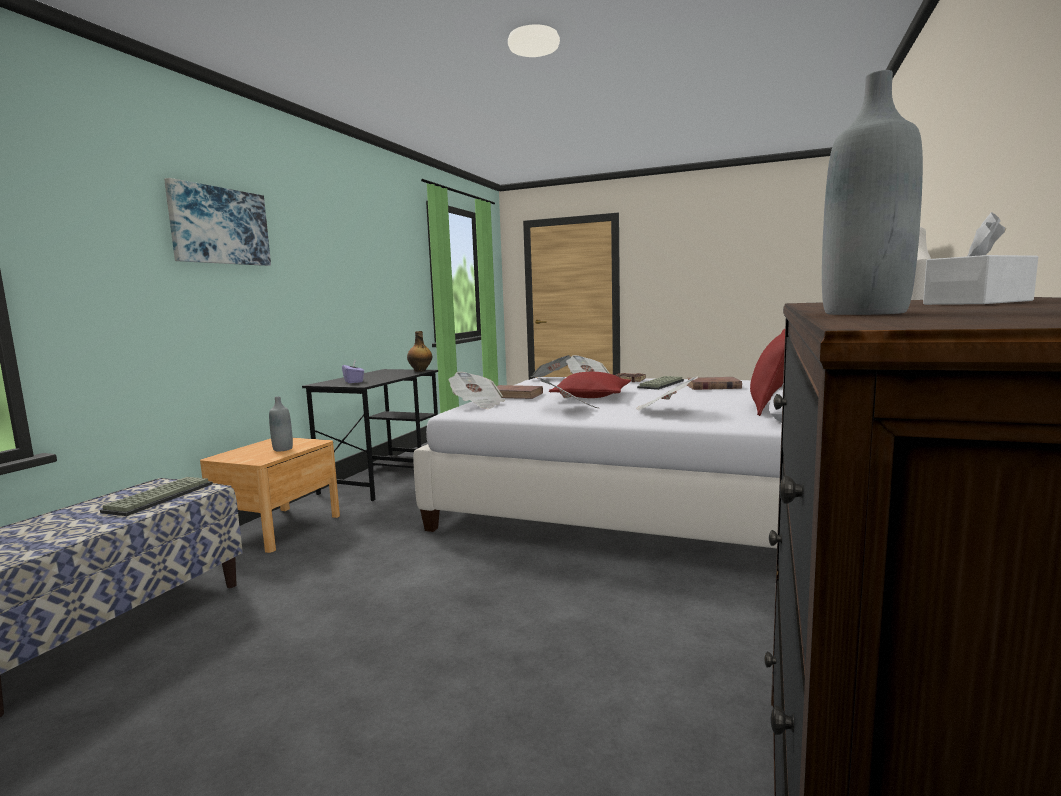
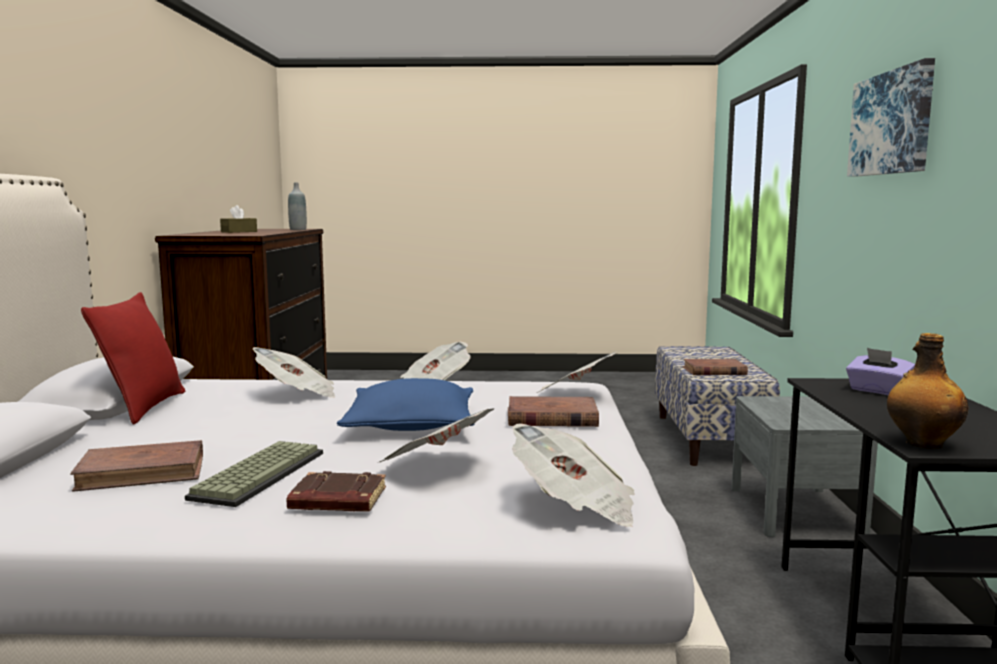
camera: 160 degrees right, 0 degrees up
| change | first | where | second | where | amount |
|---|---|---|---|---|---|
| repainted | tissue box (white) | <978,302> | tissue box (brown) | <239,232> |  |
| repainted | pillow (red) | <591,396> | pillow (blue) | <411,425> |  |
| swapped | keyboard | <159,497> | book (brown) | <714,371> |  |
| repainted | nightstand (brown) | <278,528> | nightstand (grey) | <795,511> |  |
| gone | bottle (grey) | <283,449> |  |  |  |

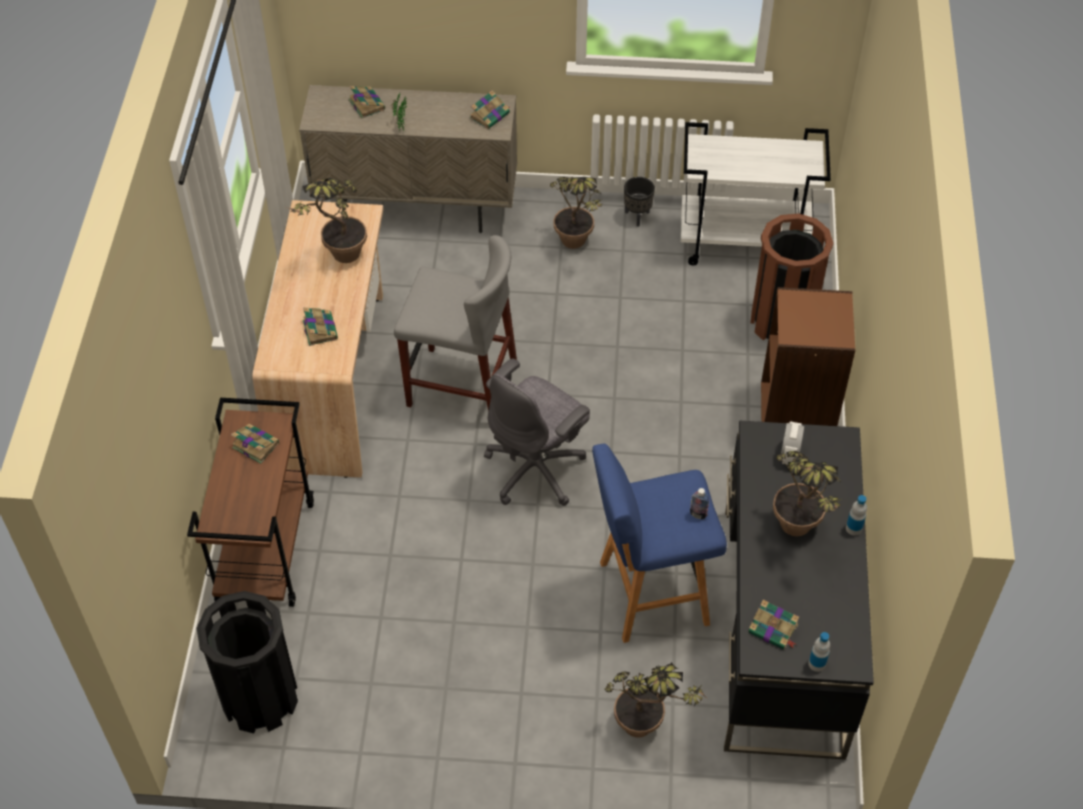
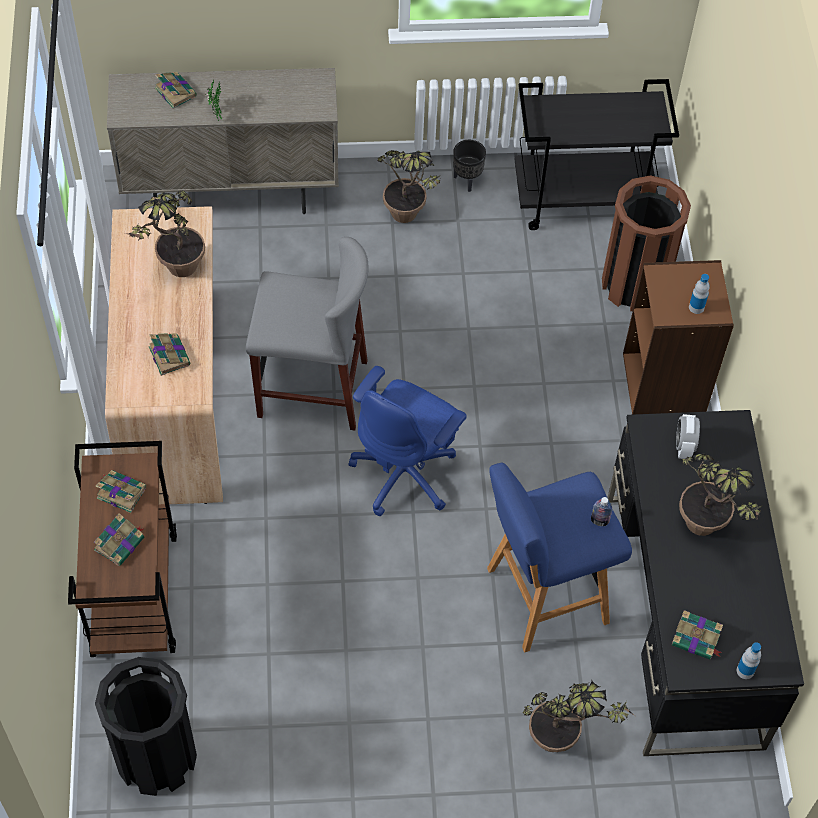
camera: 10 degrees left, 5 degrees up
| change | first | where | second | where | amount |
|---|---|---|---|---|---|
| shifted | book | <490,115> |  | <120,543> |  |
| repainted | office chair (grey) | <536,469> | office chair (blue) | <405,473> |  |
| repainted | cart (white) | <744,242> | cart (black) | <583,200> |  |
| shifted | bottle | <853,528> |  | <696,307> |  |

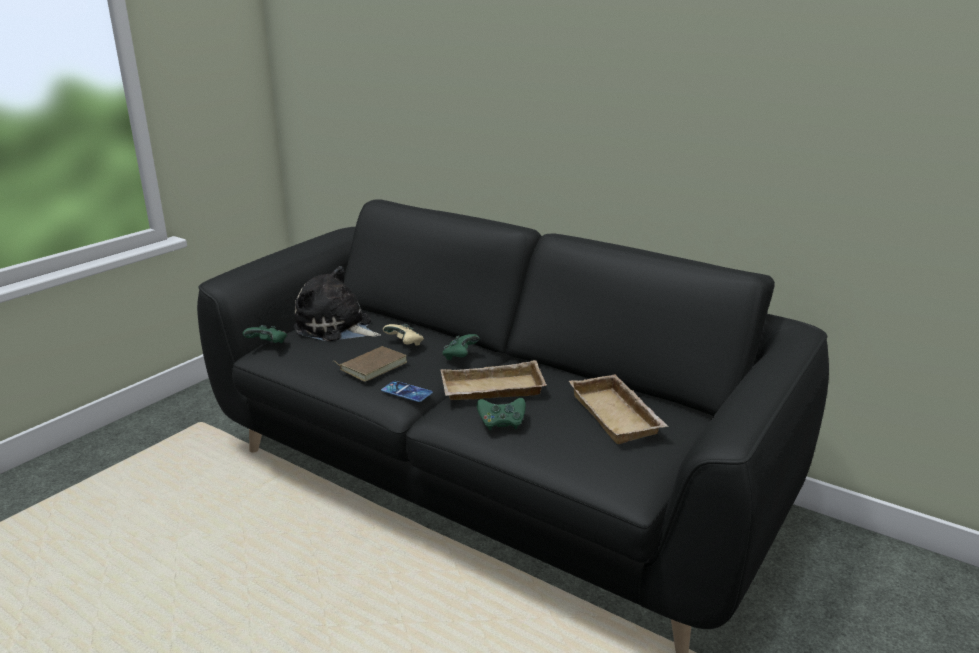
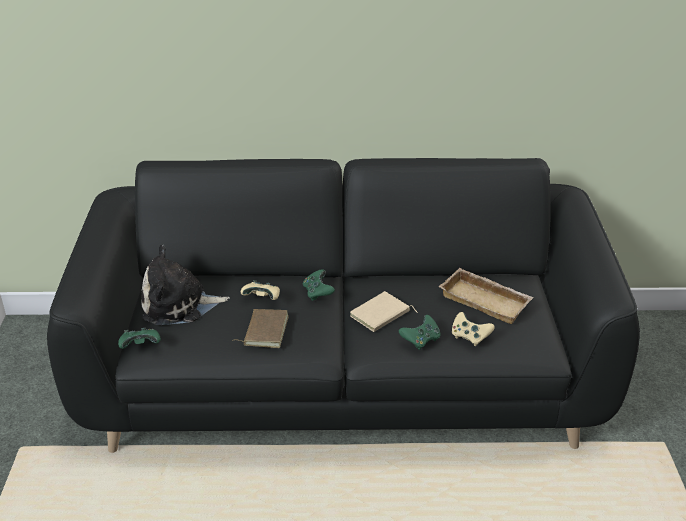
camera: 35 degrees left, 10 degrees up
| change | first | where | second | where | amount |
|---|---|---|---|---|---|
| swapped | tray (beige) | <491,390> | book (beige) | <381,315> |  |
| new |  |  | game controller (beige) | <469,337> |  |
| gone | phone | <406,392> |  |  |  |

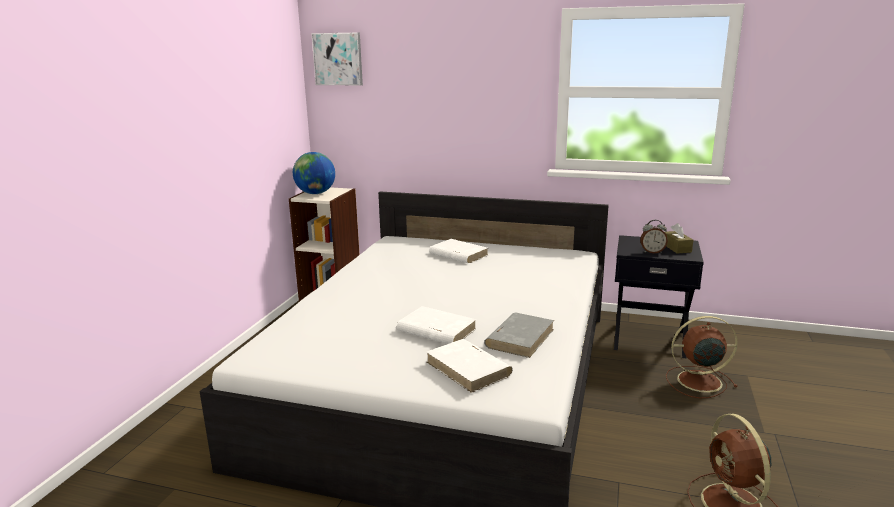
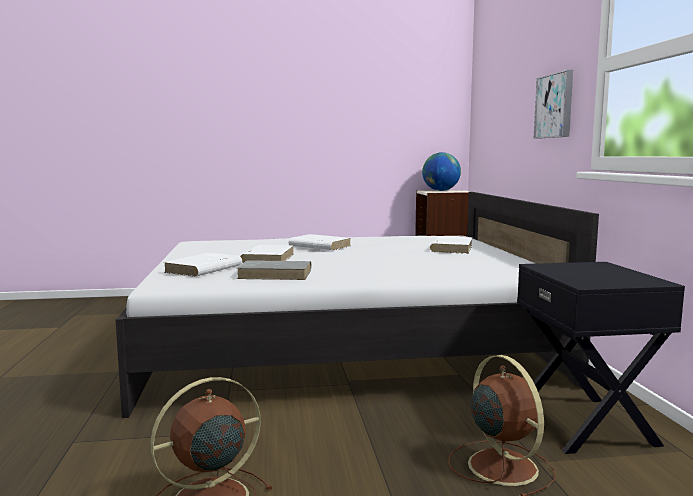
camera: 65 degrees right, 10 degrees down
| change | first | where | second | where | amount |
|---|---|---|---|---|---|
| new |  |  | book (white) | <319,246> |  |
| shifted | picture | <338,59> |  | <555,106> |  |
| gone | alarm clock | <652,252> |  |  |  |
| gone | tissue box (brown) | <676,248> |  |  |  |

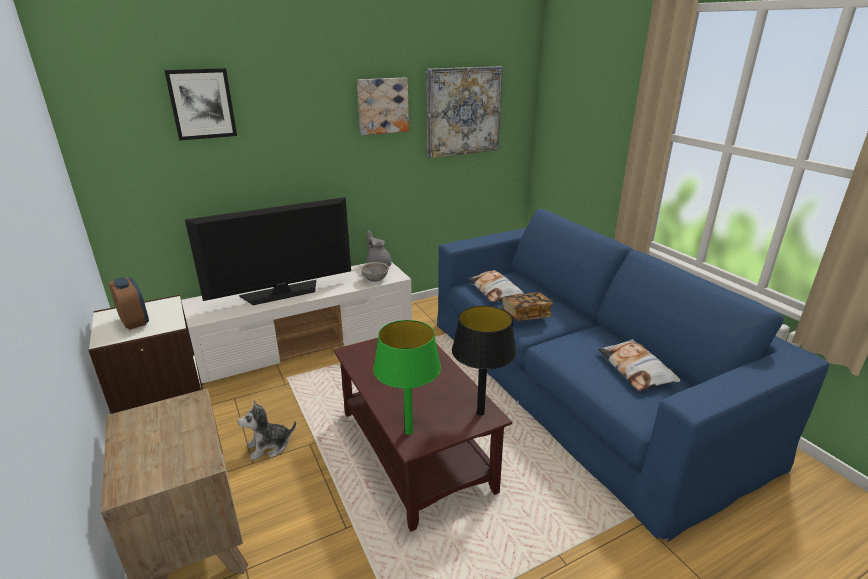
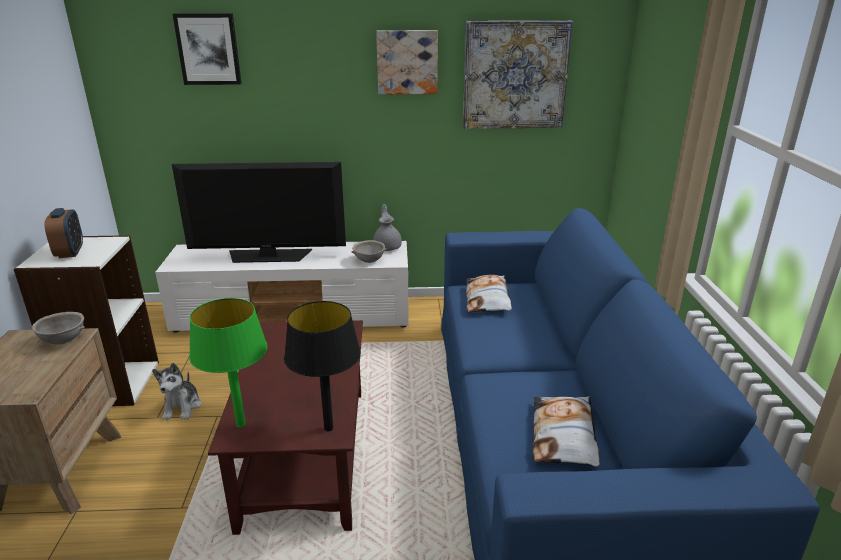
camera: 25 degrees right, 0 degrees up
| change | first | where | second | where | amount |
|---|---|---|---|---|---|
| new |  |  | bowl (grey) | <64,340> |  |
| rotated | plush toy | <269,446> |  | <182,407> | 90 degrees counterclockwise |
| gone | book | <526,315> |  |  |  |

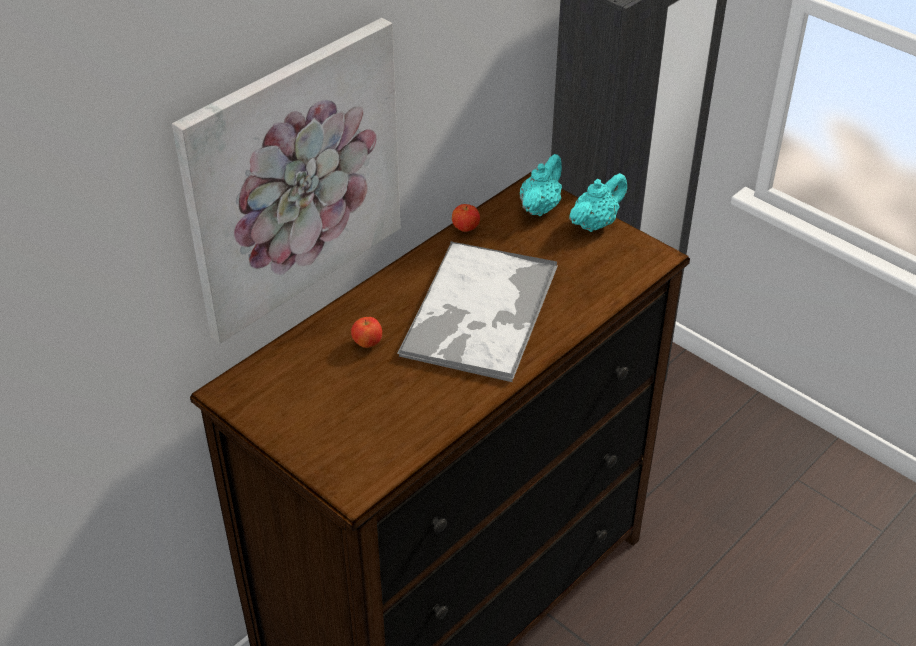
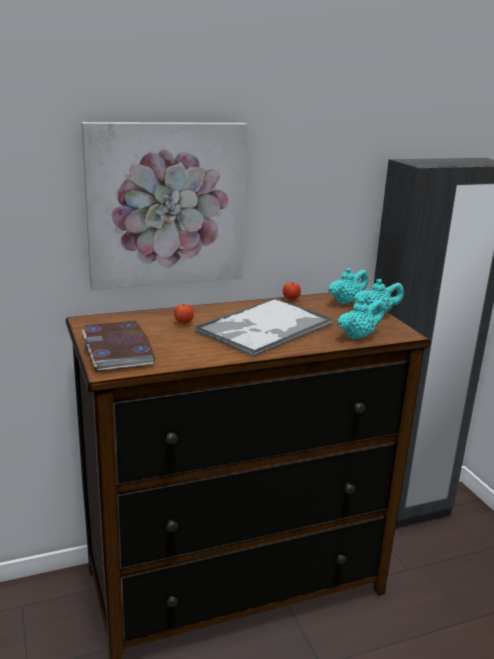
camera: 25 degrees right, 20 degrees down
| change | first | where | second | where | amount |
|---|---|---|---|---|---|
| new |  |  | book | <118,350> |  |
| new |  |  | teapot (turquoise) | <358,336> |  |

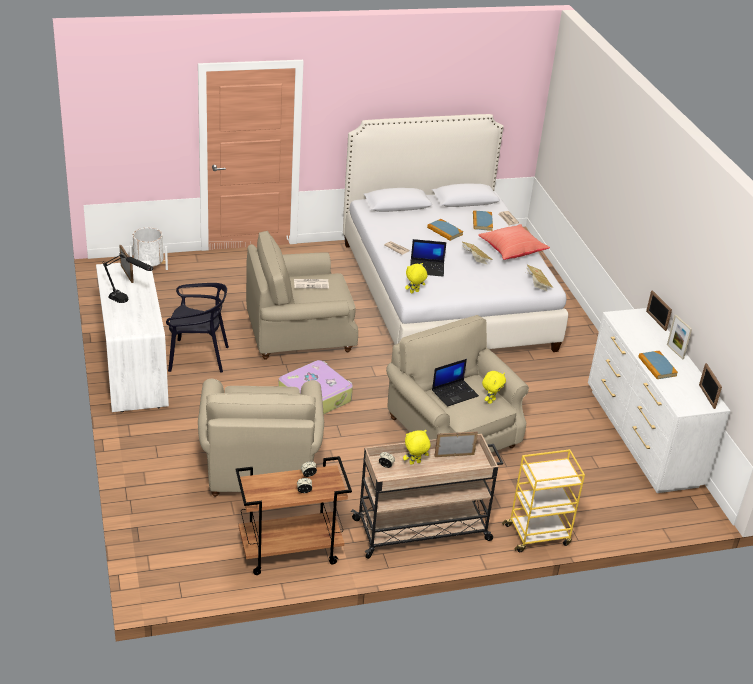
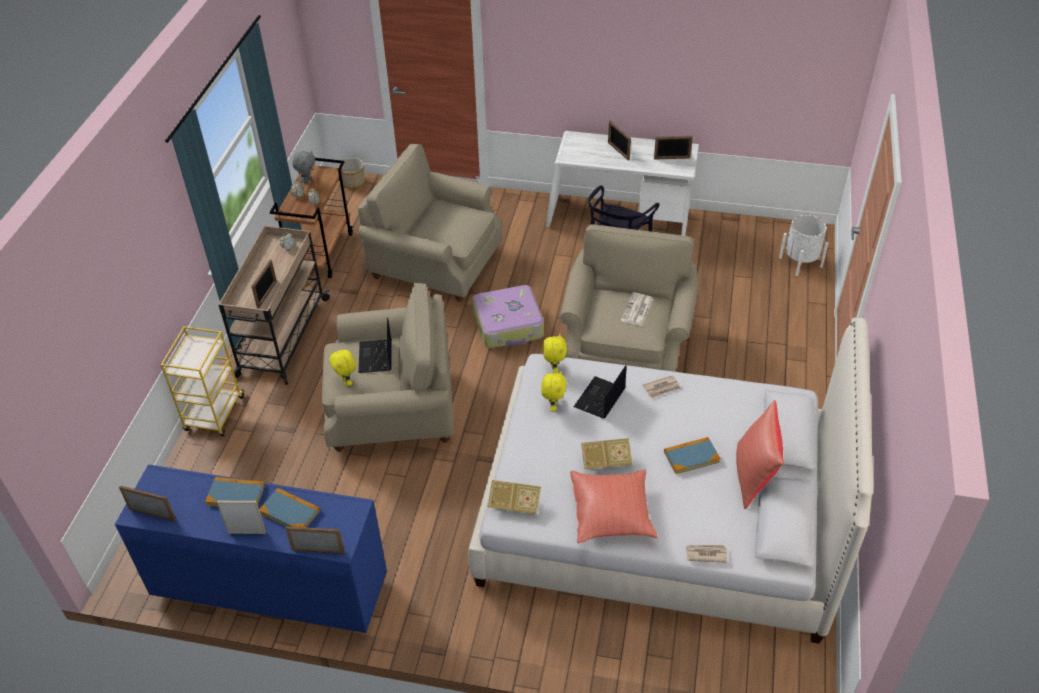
camera: 120 degrees right, 10 degrees up
| change | first | where | second | where | amount |
|---|---|---|---|---|---|
| repainted | dresser (white) | <642,438> | dresser (blue) | <270,587> |  |
| shifted | book | <482,222> |  | <290,512> |  |
| new |  |  | plush toy (grey) | <307,181> |  |
| new |  |  | planter | <353,183> |  |
| shifted | plush toy (yellow) | <415,463> |  | <553,406> |  |
| swapped | table lamp (black) | <129,302> | picture frame | <618,151> |  |
| new |  |  | pillow (red) | <754,475> |  |

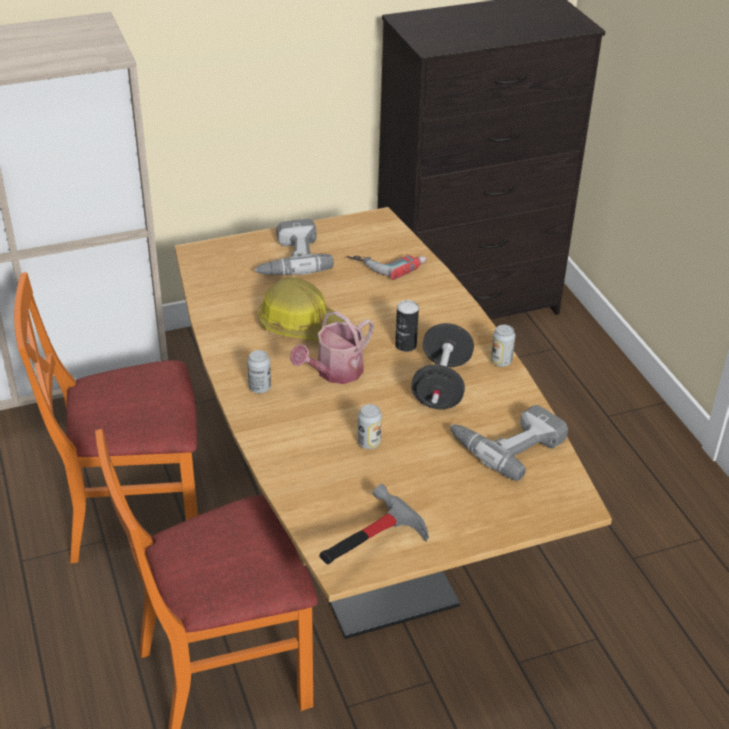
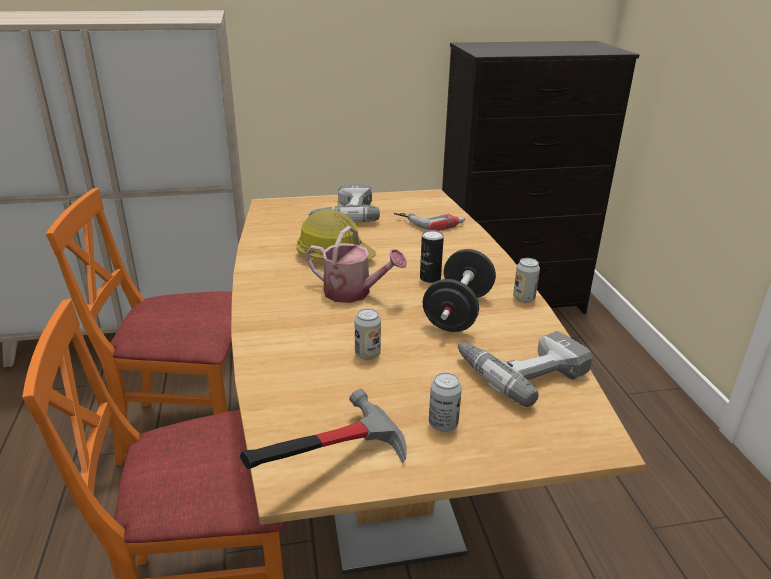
camera: 10 degrees right, 10 degrees down
| change | first | where | second | where | amount |
|---|---|---|---|---|---|
| rotated | watering can | <334,372> |  | <353,292> | 120 degrees counterclockwise |
| shifted | can | <260,388> |  | <443,424> |  |

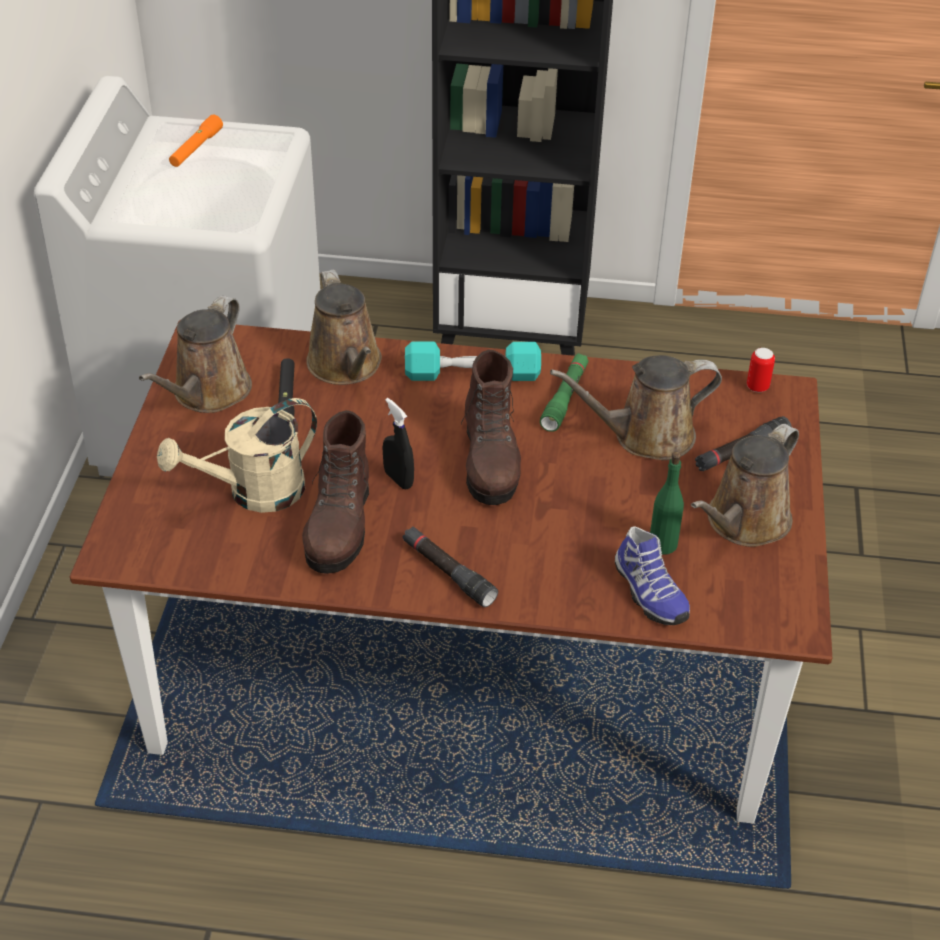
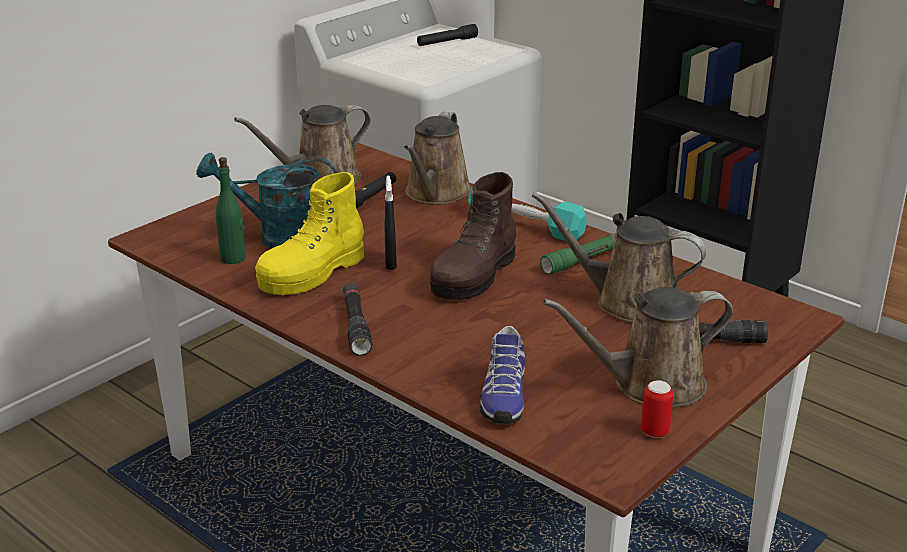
camera: 35 degrees right, 15 degrees down
| change | first | where | second | where | amount |
|---|---|---|---|---|---|
| repainted | watering can (beige) | <253,493> | watering can (turquoise) | <279,237> |  |
| shifted | bottle (green) | <663,544> |  | <233,258> |  |
| repainted | boot (brown) | <339,527> | boot (yellow) | <312,274> |  |
| repainted | flashlight (orange) | <196,148> | flashlight (black) | <447,42> |  |
| shifted | can | <757,387> |  | <654,432> |  |

